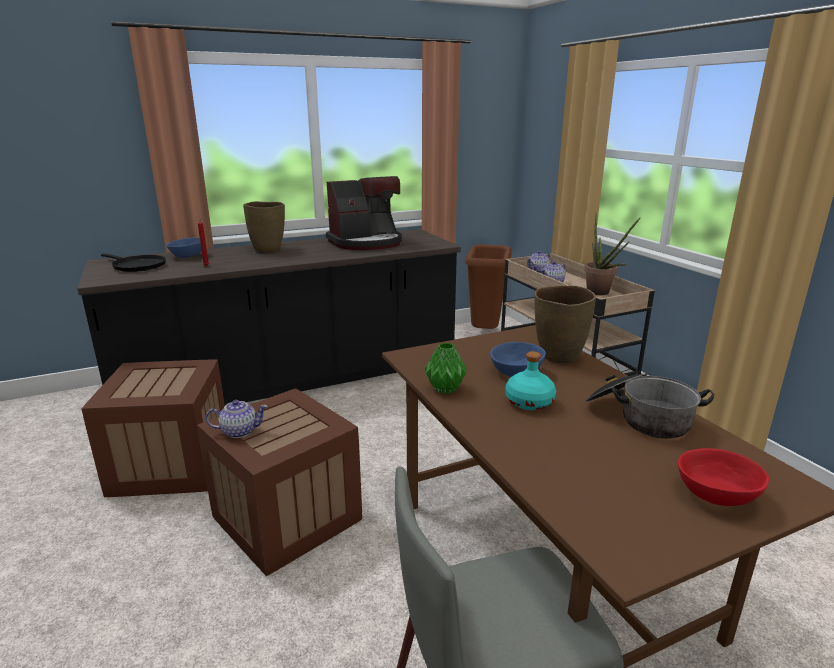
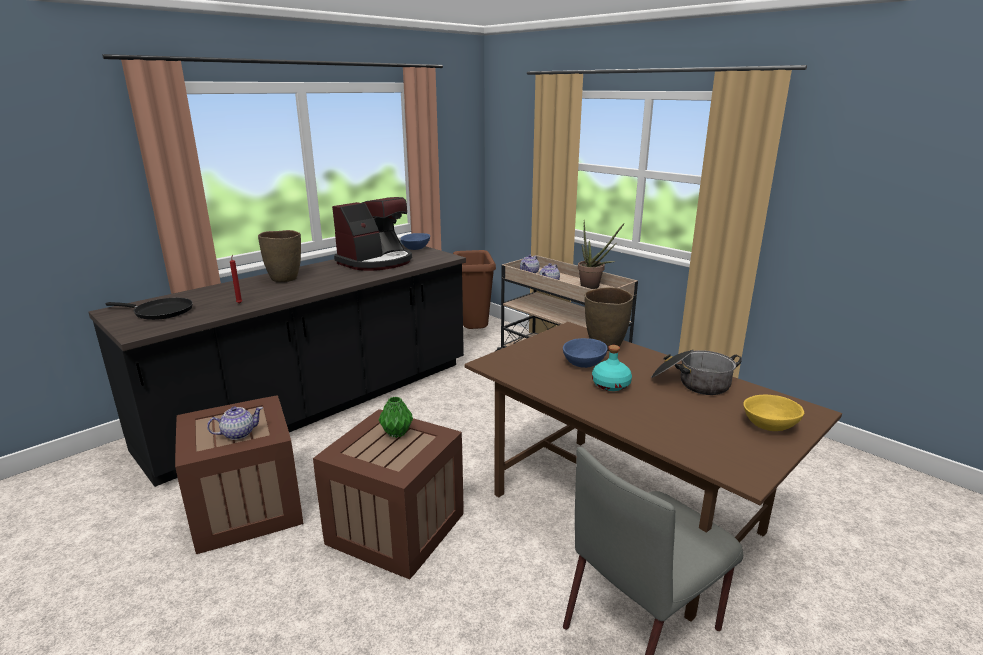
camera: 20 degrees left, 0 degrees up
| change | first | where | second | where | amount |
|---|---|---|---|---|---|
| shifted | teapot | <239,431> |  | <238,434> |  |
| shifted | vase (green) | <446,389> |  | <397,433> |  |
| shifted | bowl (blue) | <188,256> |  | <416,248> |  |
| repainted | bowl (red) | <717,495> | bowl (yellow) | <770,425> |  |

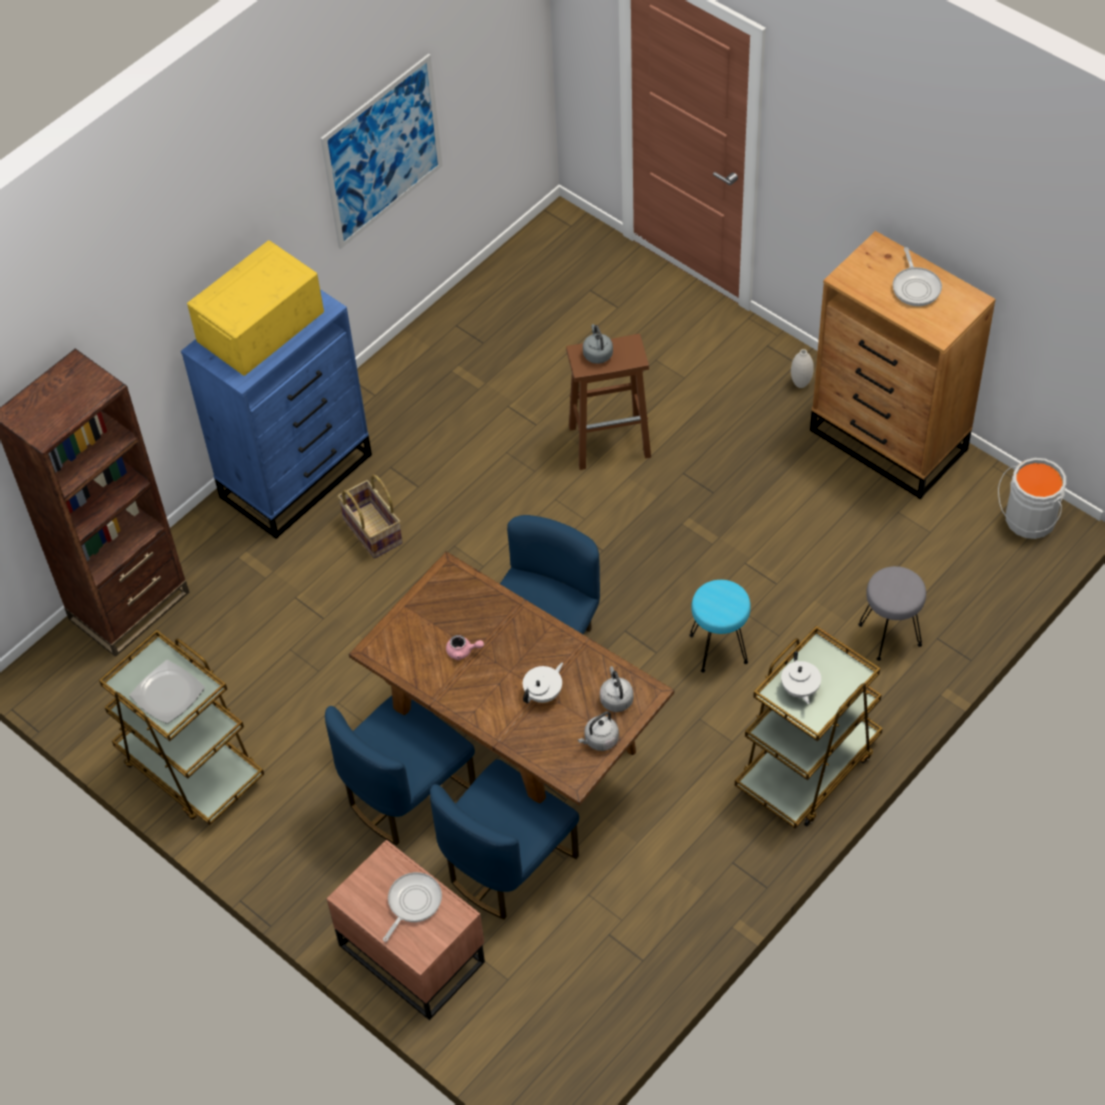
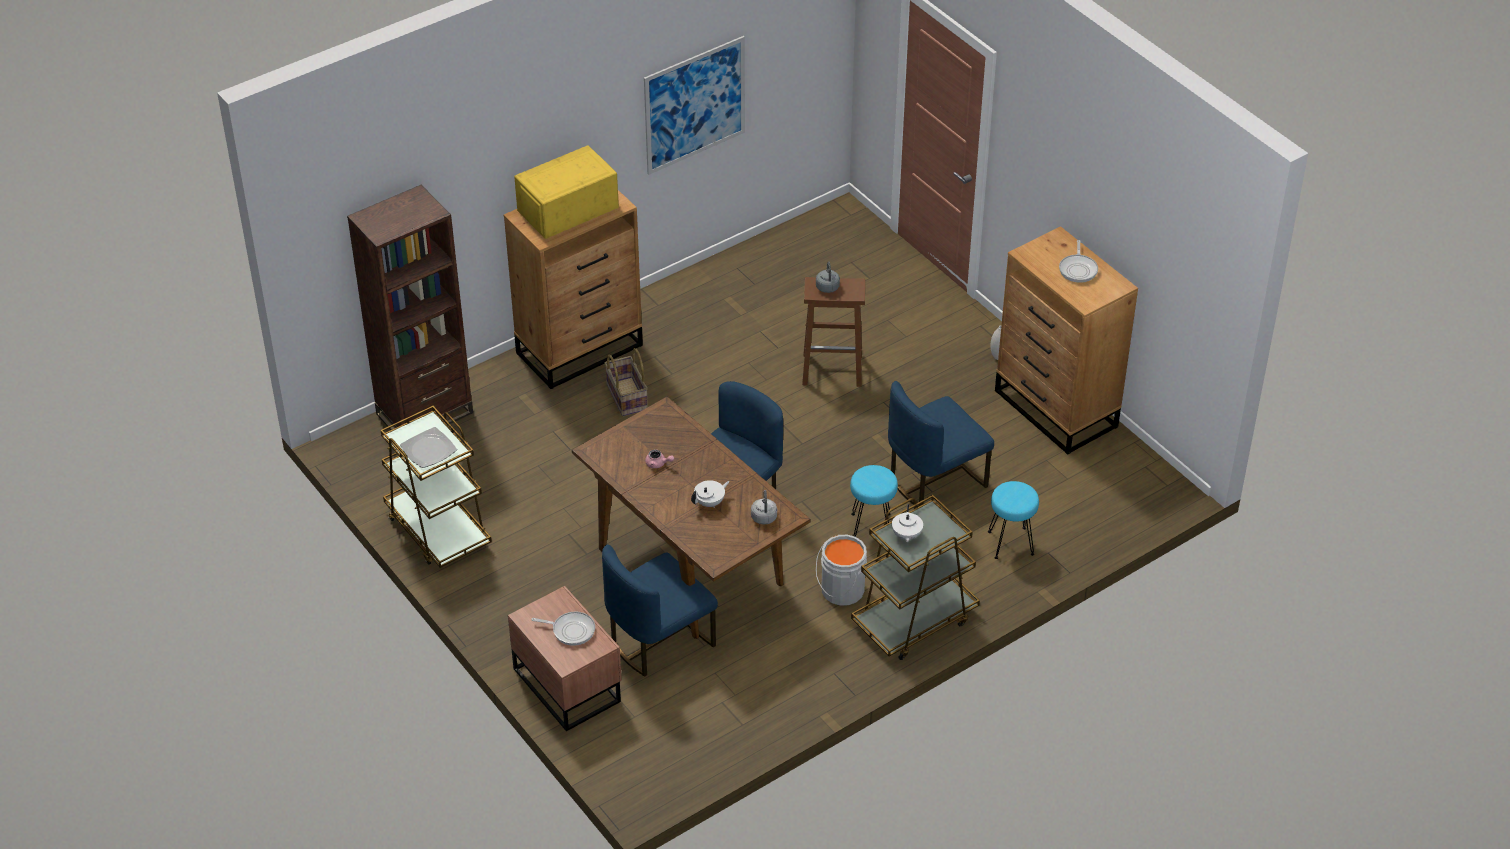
camera: 10 degrees right, 10 degrees down
| change | first | where | second | where | amount |
|---|---|---|---|---|---|
| repainted | dresser (blue) | <297,475> | dresser (brown) | <580,349> |  |
| rotated | frying pan | <412,903> |  | <571,630> | 60 degrees clockwise |
| shifted | bucket (grey) | <1028,520> |  | <840,590> |  |
| shifted | chair (blue) | <407,793> |  | <934,479> |  |
| repainted | stool (grey) | <889,636> | stool (turquoise) | <1010,544> |  |
| gone | kettle (grey) | <600,740> |  |  |  |

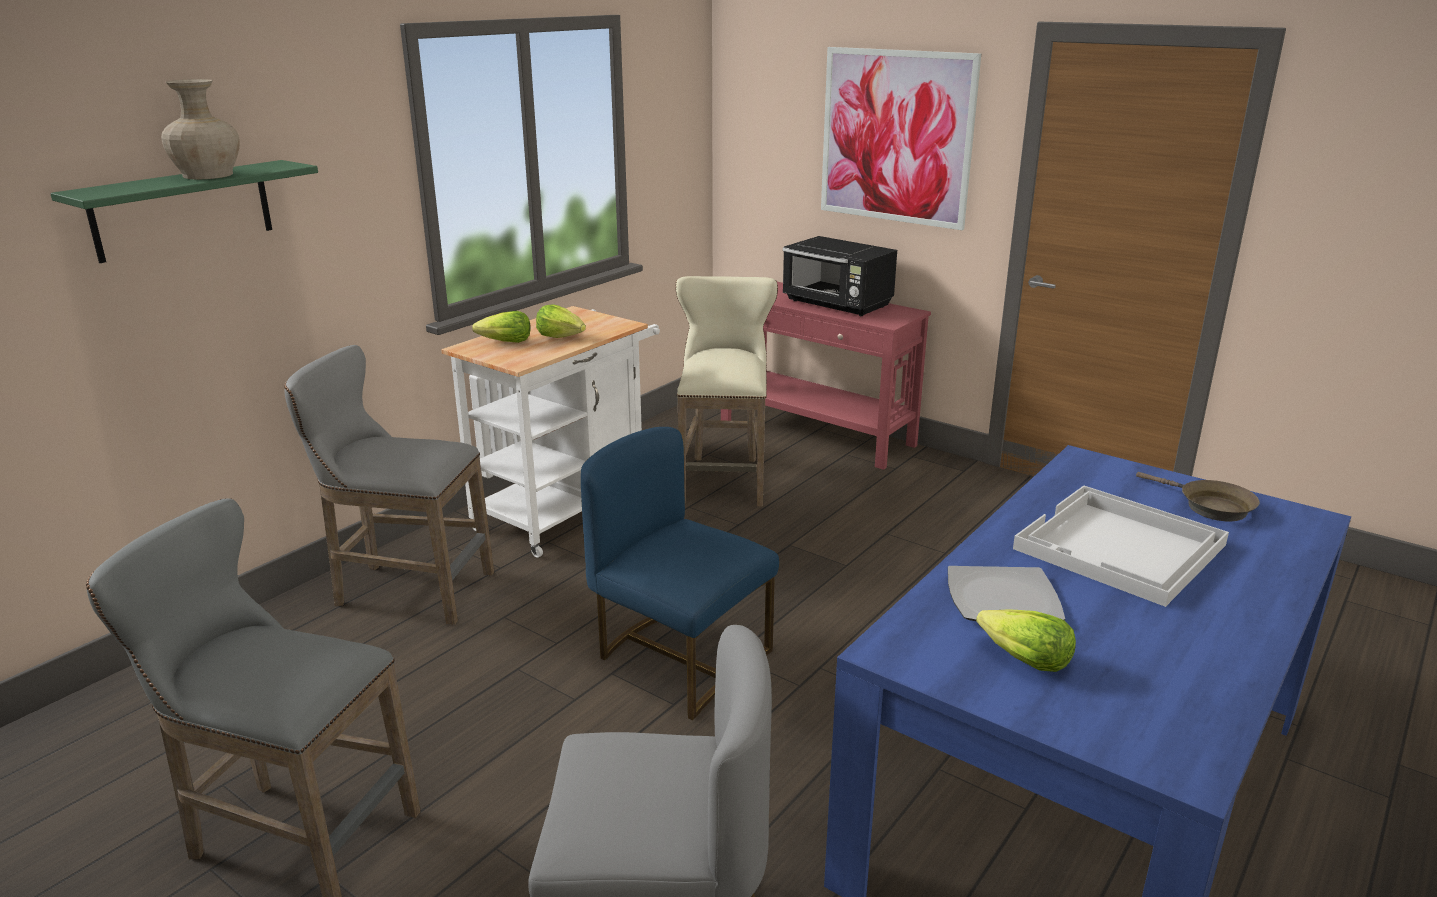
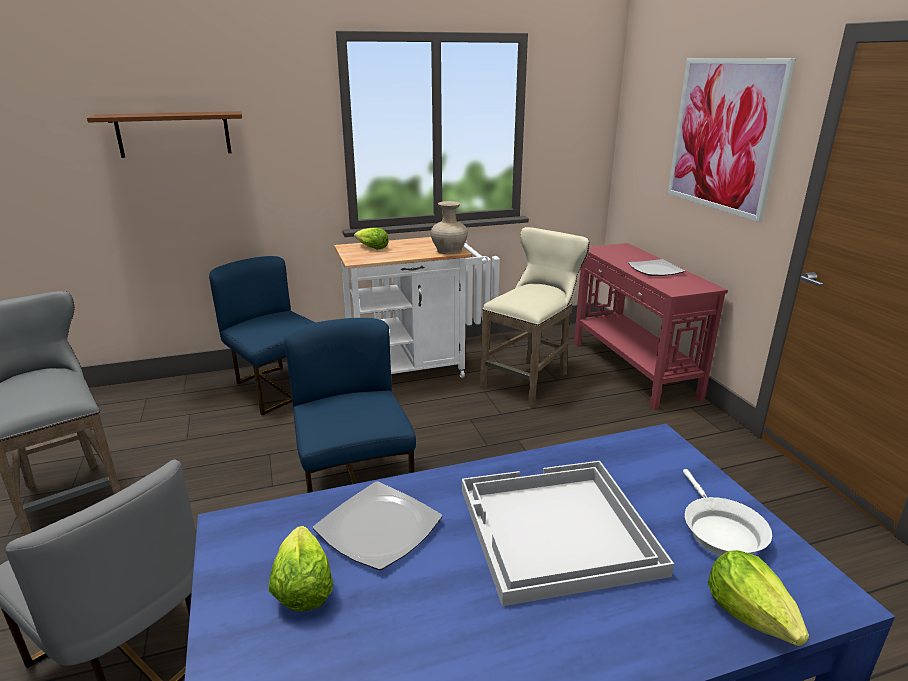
camera: 35 degrees right, 0 degrees up
| change | first | where | second | where | amount |
|---|---|---|---|---|---|
| repainted | shelf (green) | <183,210> | shelf (brown) | <174,134> |  |
| swapped | stool (grey) | <405,590> | chair (blue) | <278,387> |  |
| shifted | vase (beige) | <209,175> |  | <449,250> |  |
| swapped | microwave (black) | <837,304> | plate | <656,270> |  |
| repainted | frying pan (brown) | <1209,506> | frying pan (white) | <719,531> |  |
| shifted | lettuce | <561,337> |  | <751,615> |  |

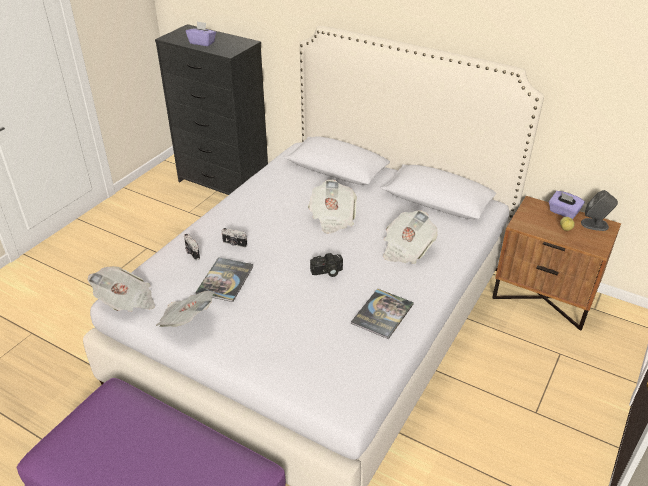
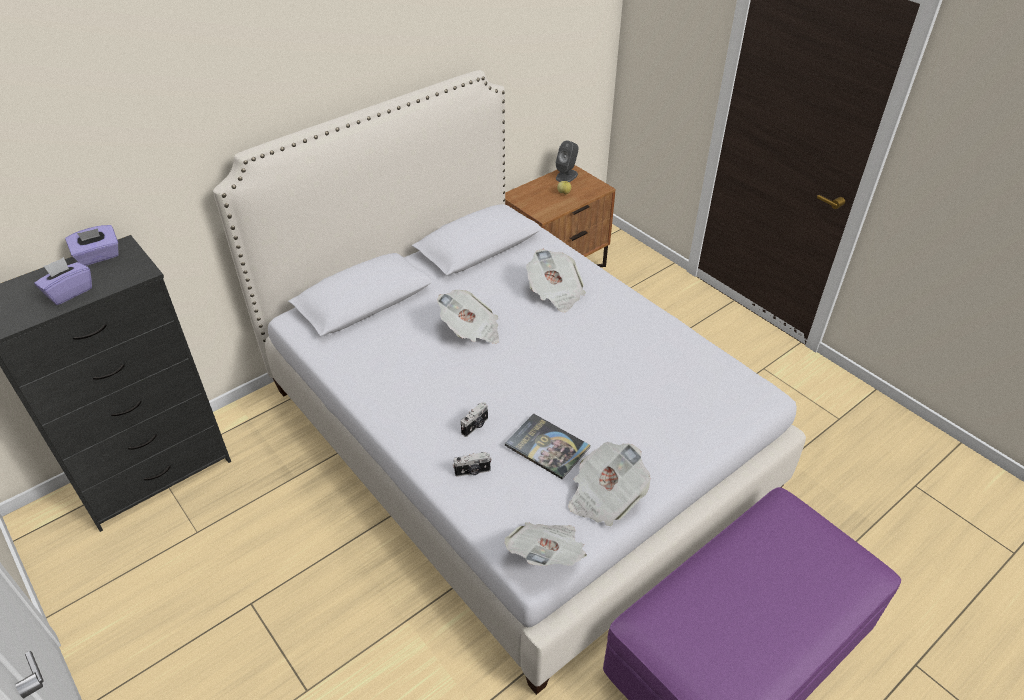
camera: 70 degrees left, 5 degrees up
| change | first | where | second | where | amount |
|---|---|---|---|---|---|
| shifted | tissue box (purple) | <563,212> |  | <99,256> |  |
| gone | photo camera | <327,272> |  |  |  |
| gone | book | <382,314> |  |  |  |

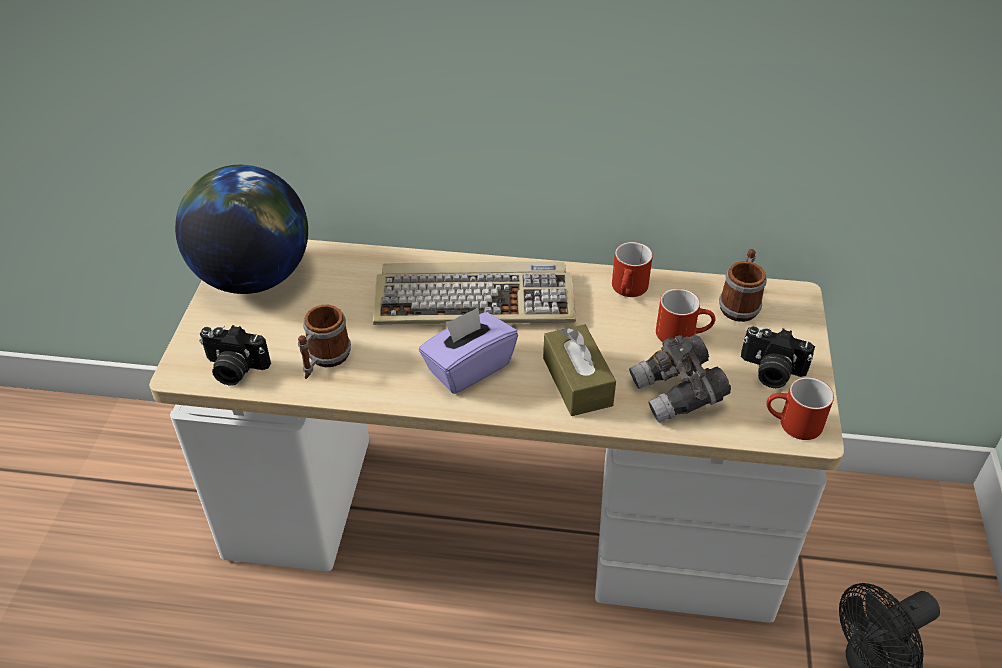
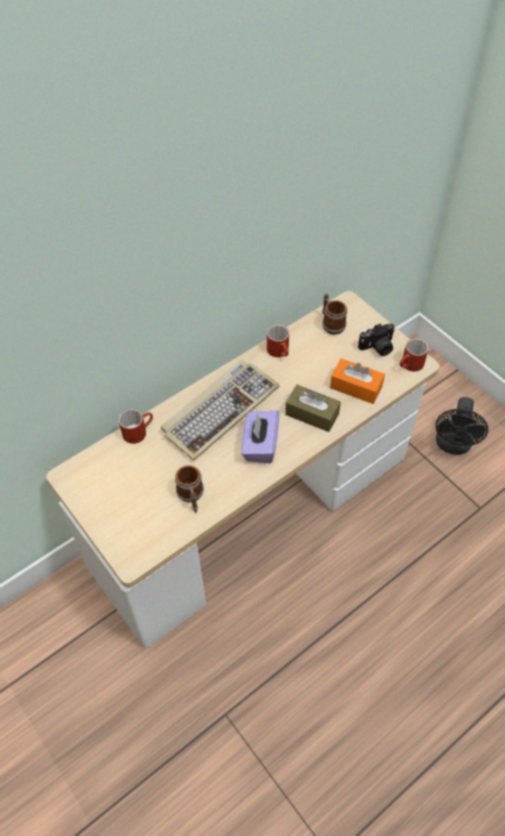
camera: 45 degrees left, 10 degrees up
| change | first | where | second | where | amount |
|---|---|---|---|---|---|
| shifted | mug (red) | <683,333> |  | <138,431> |  |
| swapped | binoculars (grey) | <677,394> | tissue box (orange) | <356,387> |  |
| gone | globe | <253,277> |  |  |  |
| gone | photo camera | <234,369> |  |  |  |

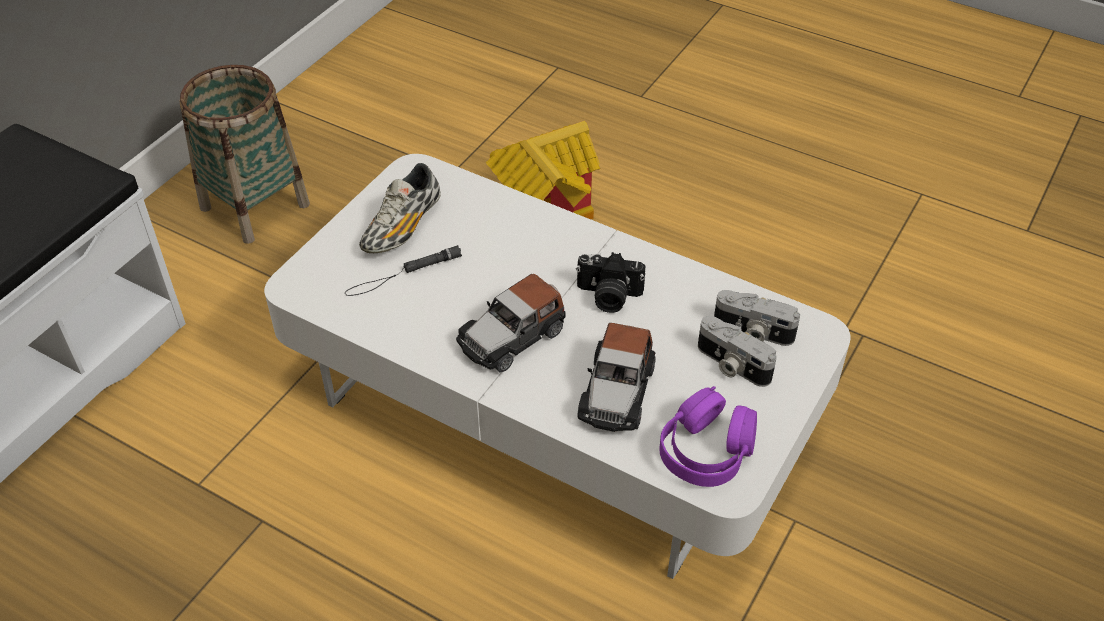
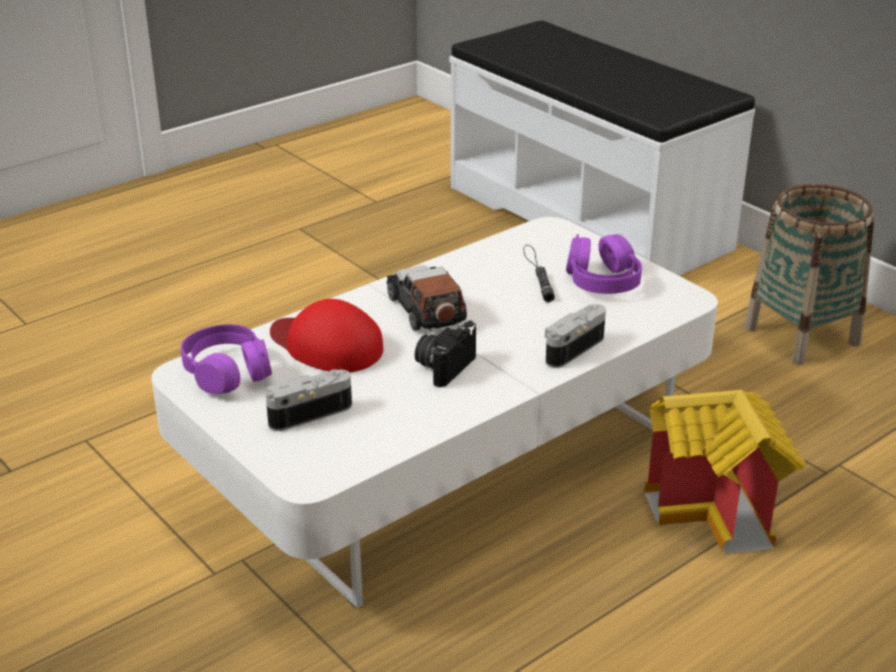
camera: 110 degrees right, 15 degrees down
| change | first | where | second | where | amount |
|---|---|---|---|---|---|
| swapped | toy car | <617,392> | cap (red) | <326,345> |  |
| shifted | photo camera | <752,332> |  | <571,348> |  |
| swapped | shoe | <402,227> | headphones (purple) | <602,281> |  |

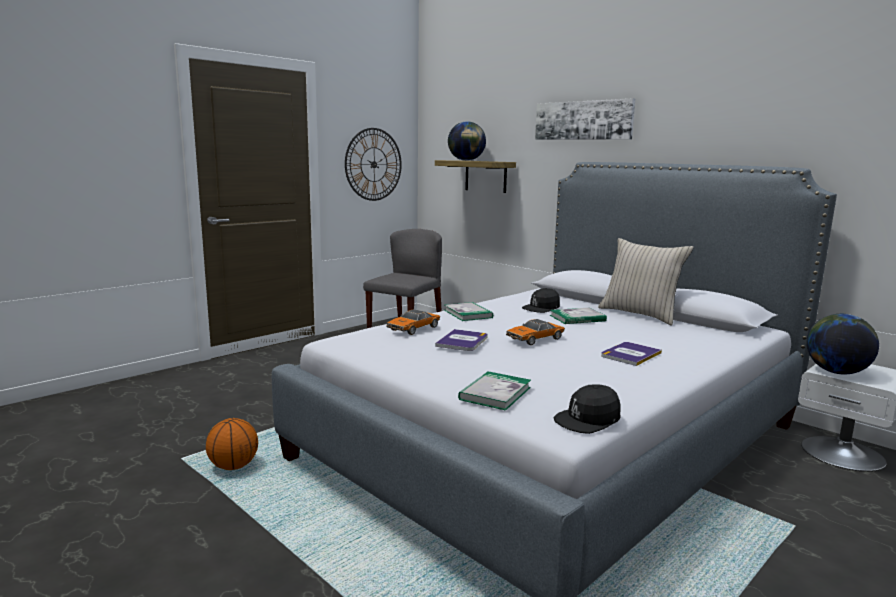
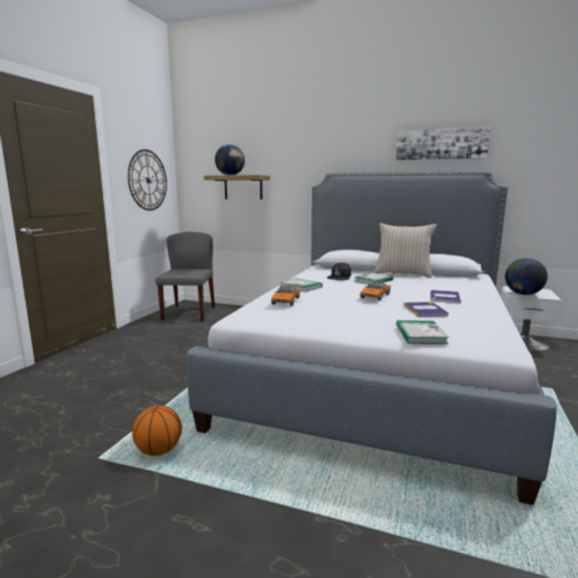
camera: 25 degrees left, 0 degrees up
| change | first | where | second | where | amount |
|---|---|---|---|---|---|
| shifted | picture | <583,120> |  | <441,144> |  |
| shifted | book | <462,341> |  | <425,310> |  |
| gone | cap (black) | <588,419> |  |  |  |

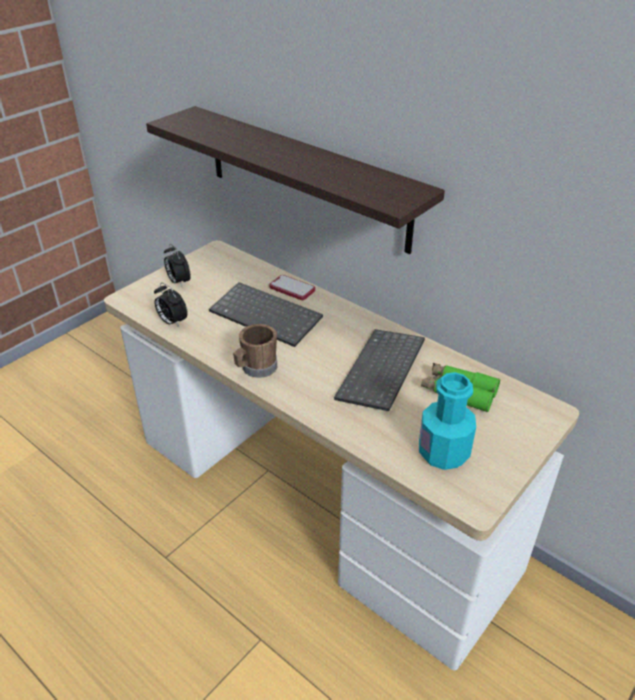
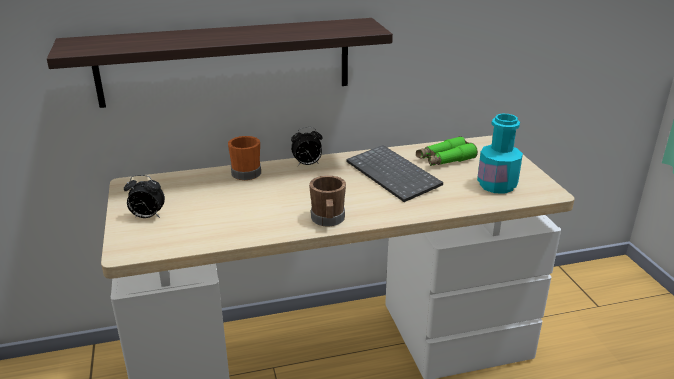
camera: 55 degrees left, 10 degrees down
| change | first | where | second | where | amount |
|---|---|---|---|---|---|
| swapped | phone | <292,289> | mug (orange) | <245,172> |  |
| shifted | alarm clock | <172,322> |  | <307,164> |  |
| gone | keyboard | <268,315> |  |  |  |

